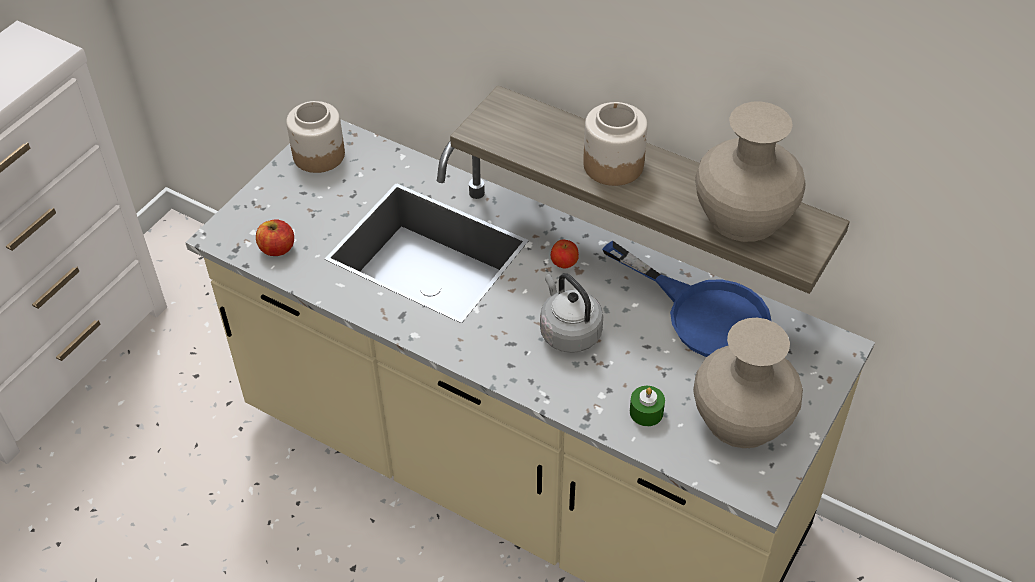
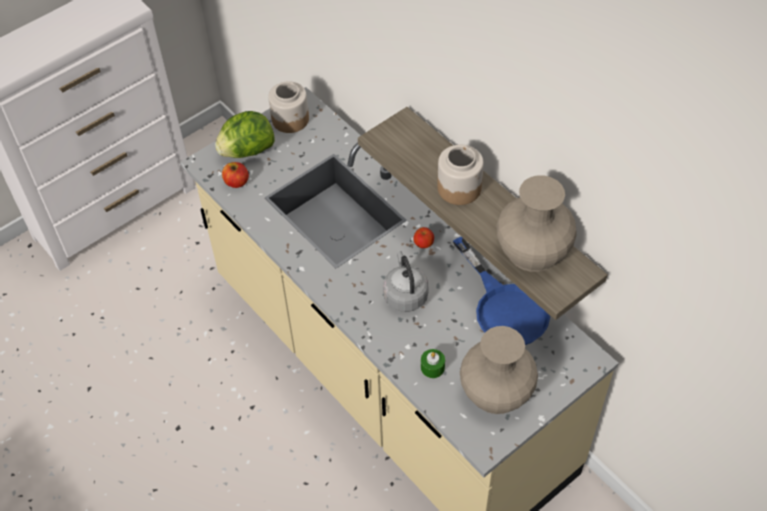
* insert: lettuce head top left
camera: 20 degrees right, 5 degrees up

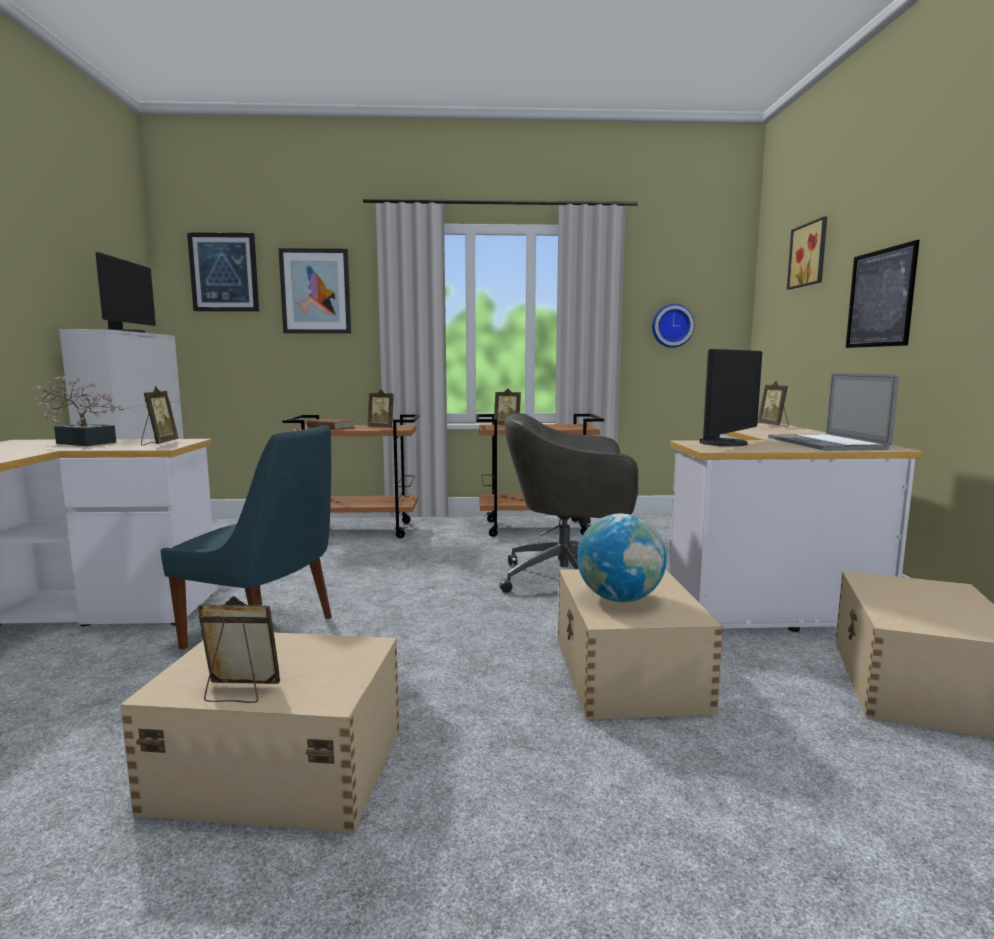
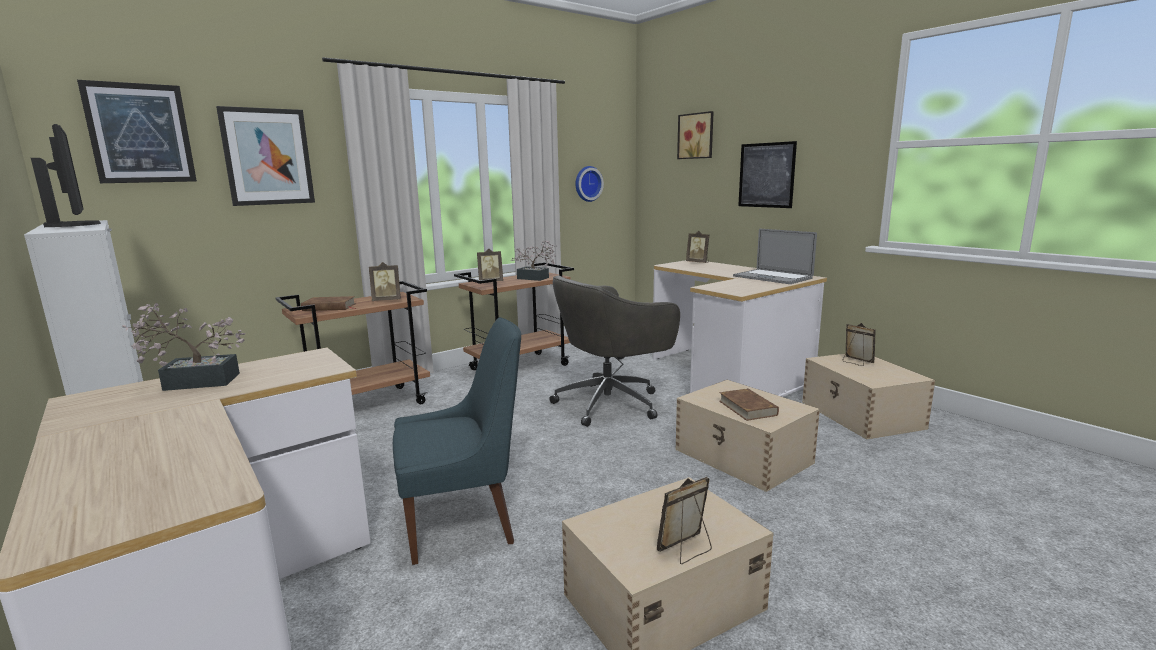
* move: photo frame (1st from left in the first image) middle left to photo frame (5th from left) middle right
* replace: world globe centre to bound book (brownish) (2nd from left) centre
* delete: computer screen (2nd from left) middle right
* insert: potted plant (2nd from left) centre
camera: 35 degrees left, 5 degrees up

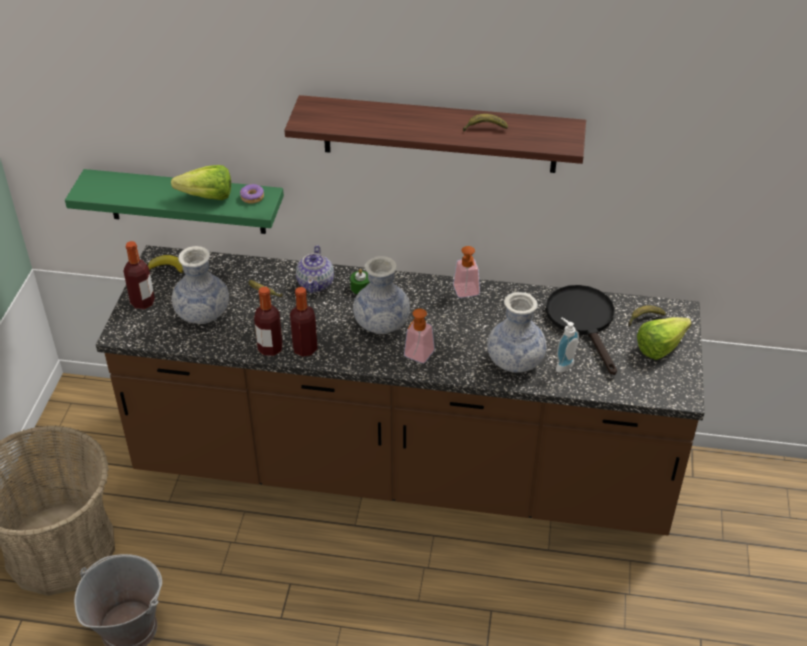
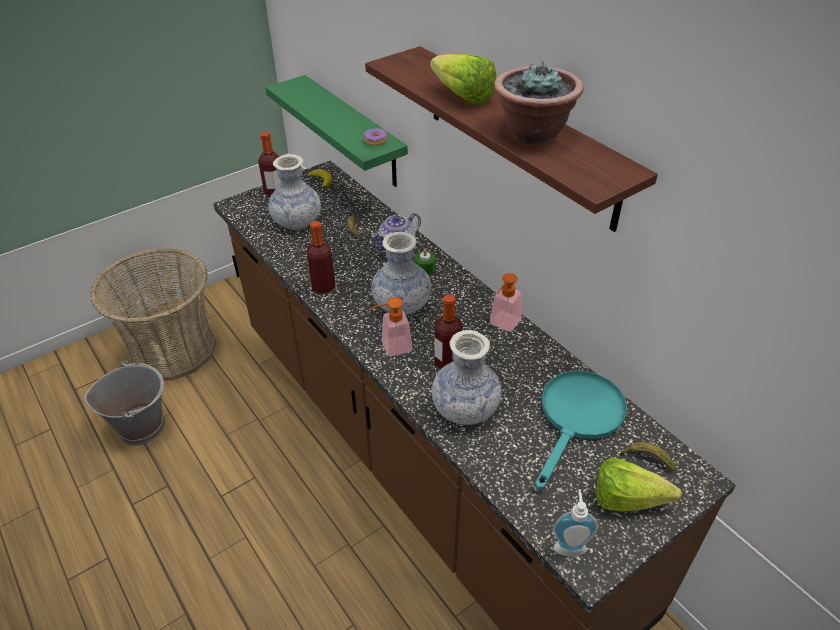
* move: lettuce head (1st from left) top left to top centre
* move: bottle (2nd from left in the first image) middle left to bottle (3rd from left) centre
* replace: banana (3rd from left) top centre to potted plant top centre
* recolor: frying pan (blackish) middle right to frying pan (turquoise) bottom right
* move: liquid soap bottle (3rd from left) middle right to bottom right
camera: 45 degrees right, 0 degrees up

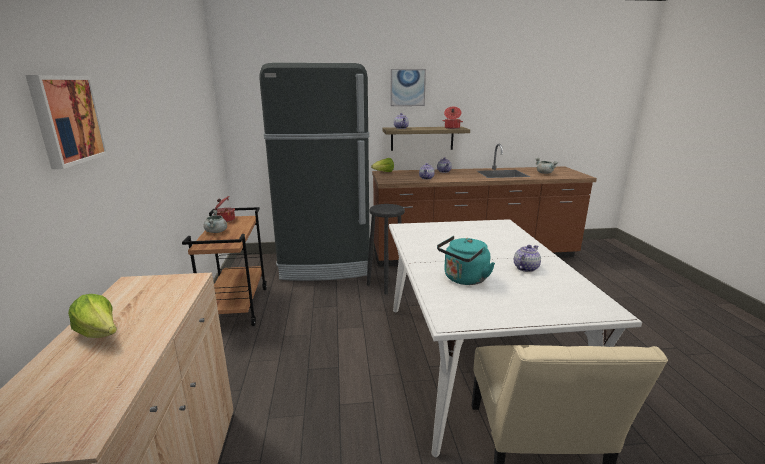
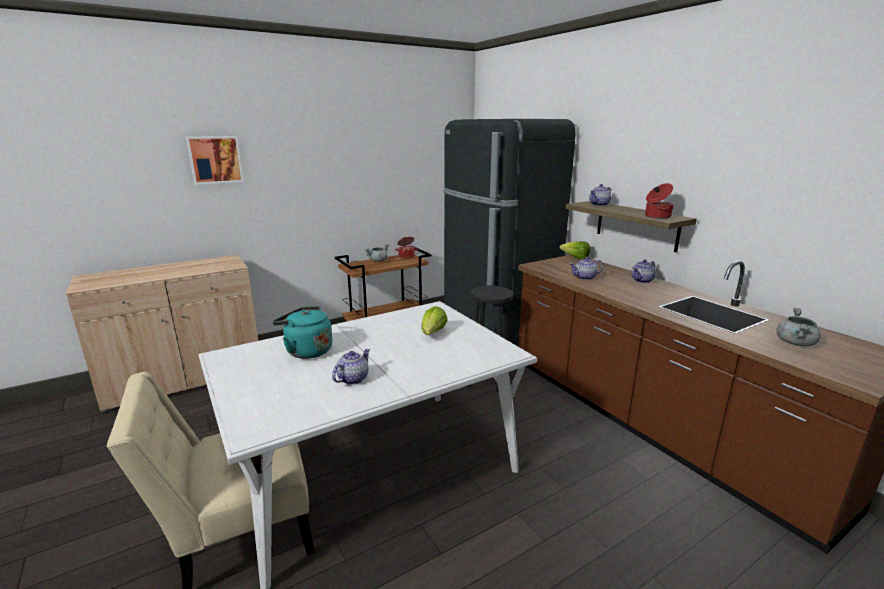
* move: lettuce head (1st from left) bottom left to centre
* delete: wall art (2nd from left) top centre
* rotate: teapot (4th from left in the first image) middle right = centre 75 degrees counterclockwise
camera: 65 degrees right, 0 degrees up

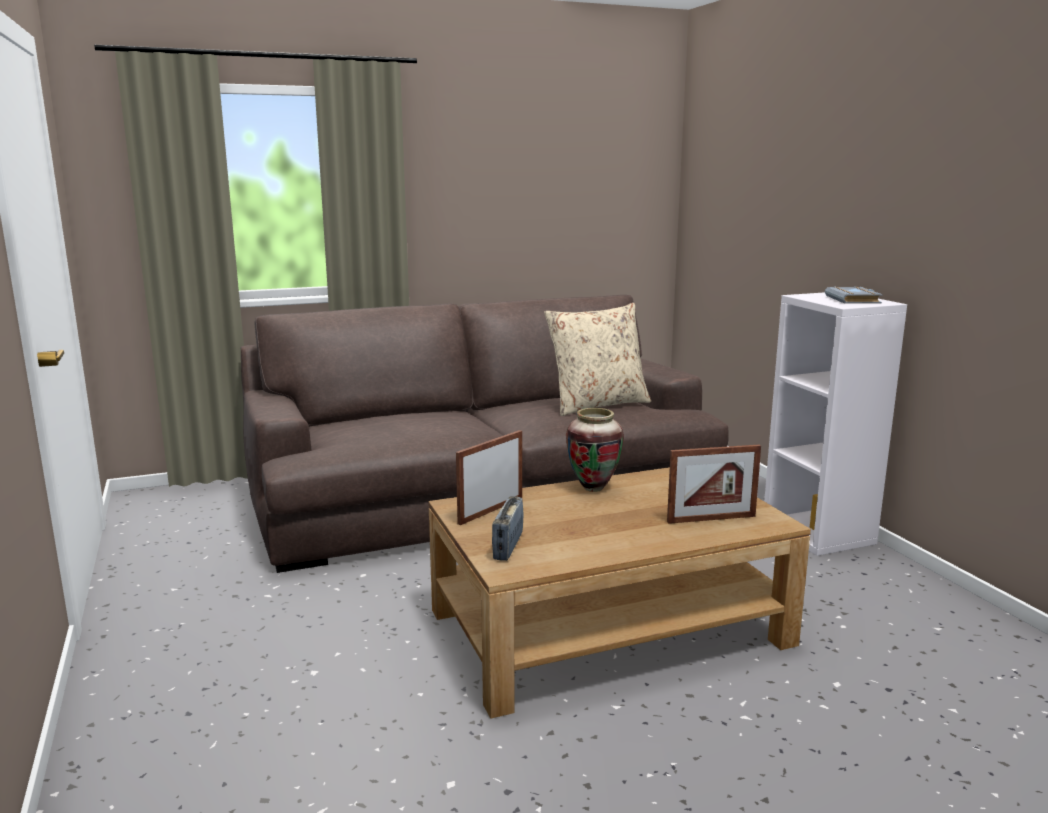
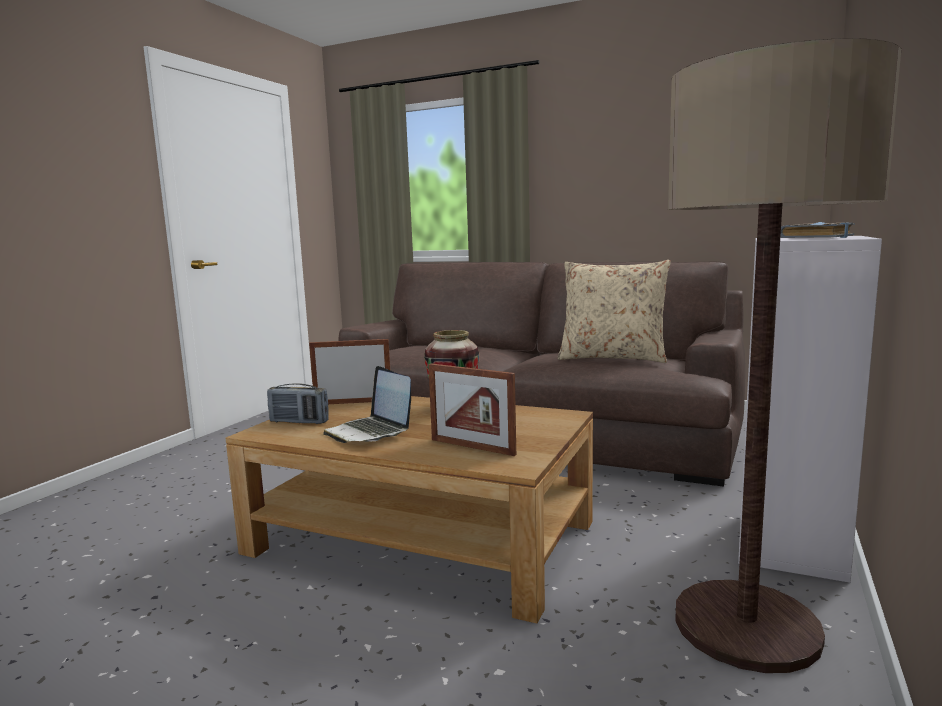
* rotate: radio set centre = middle left 135 degrees counterclockwise
* insert: portable computer centre
* insert: standard lamp middle right
camera: 45 degrees right, 5 degrees down

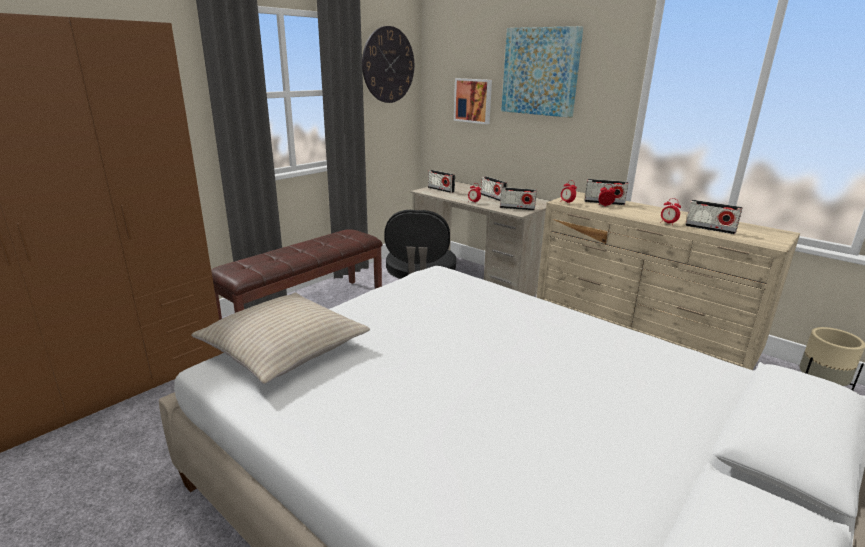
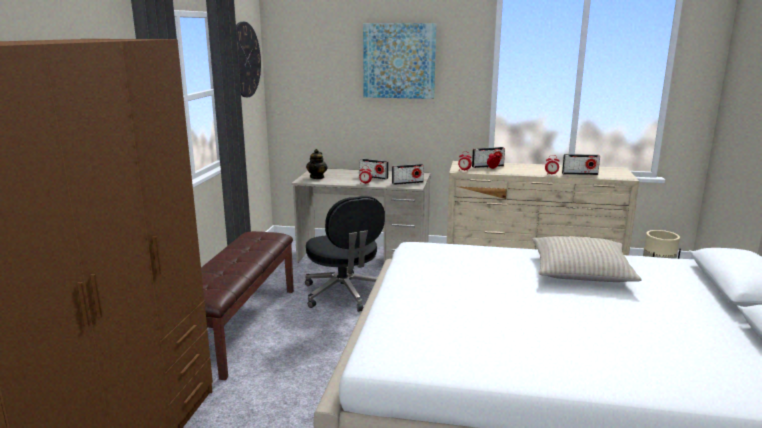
* move: cushion (beige-coloured) middle left to middle right
* replace: radio set (1st from left) top centre to teapot centre
* delete: wall art (1st from left) top centre
camera: 30 degrees left, 5 degrees down

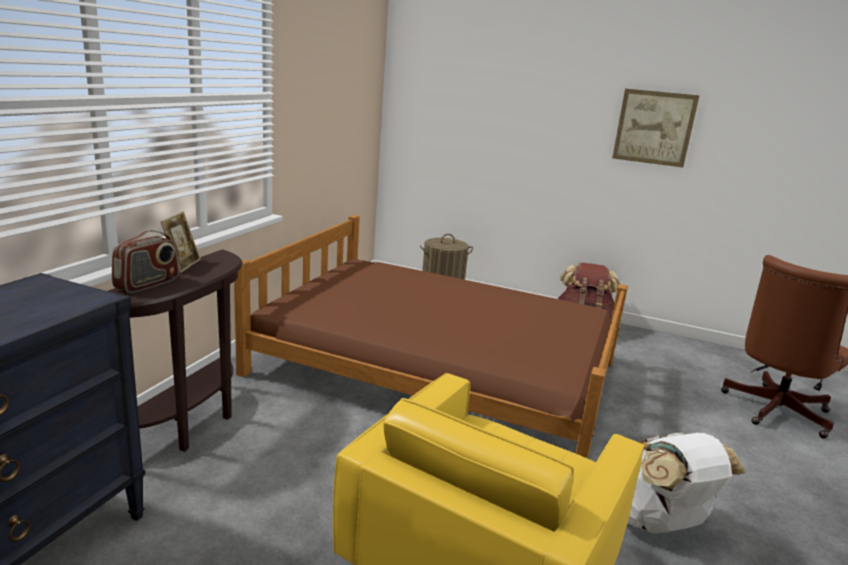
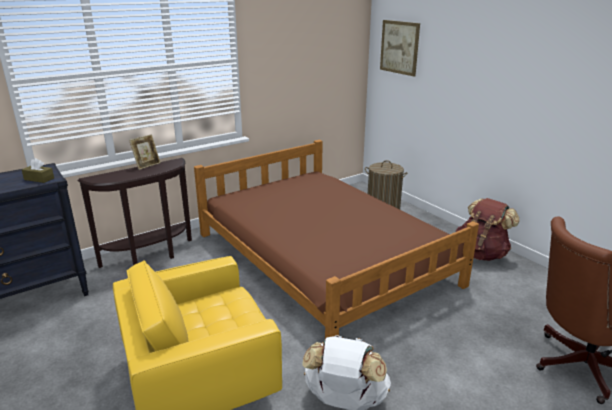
* delete: radio set middle left
* move: wall art top right to top centre
* insert: box of tissues (brownish) middle left
camera: 35 degrees right, 5 degrees up

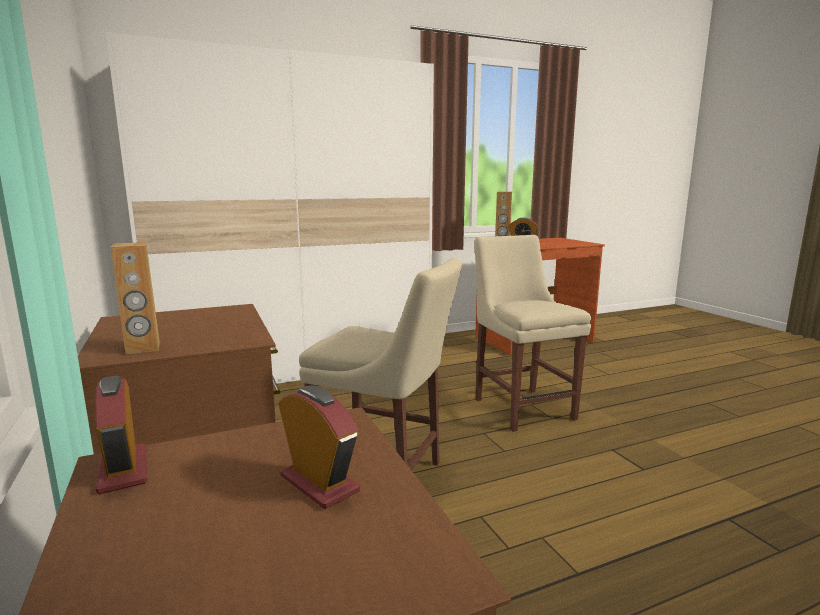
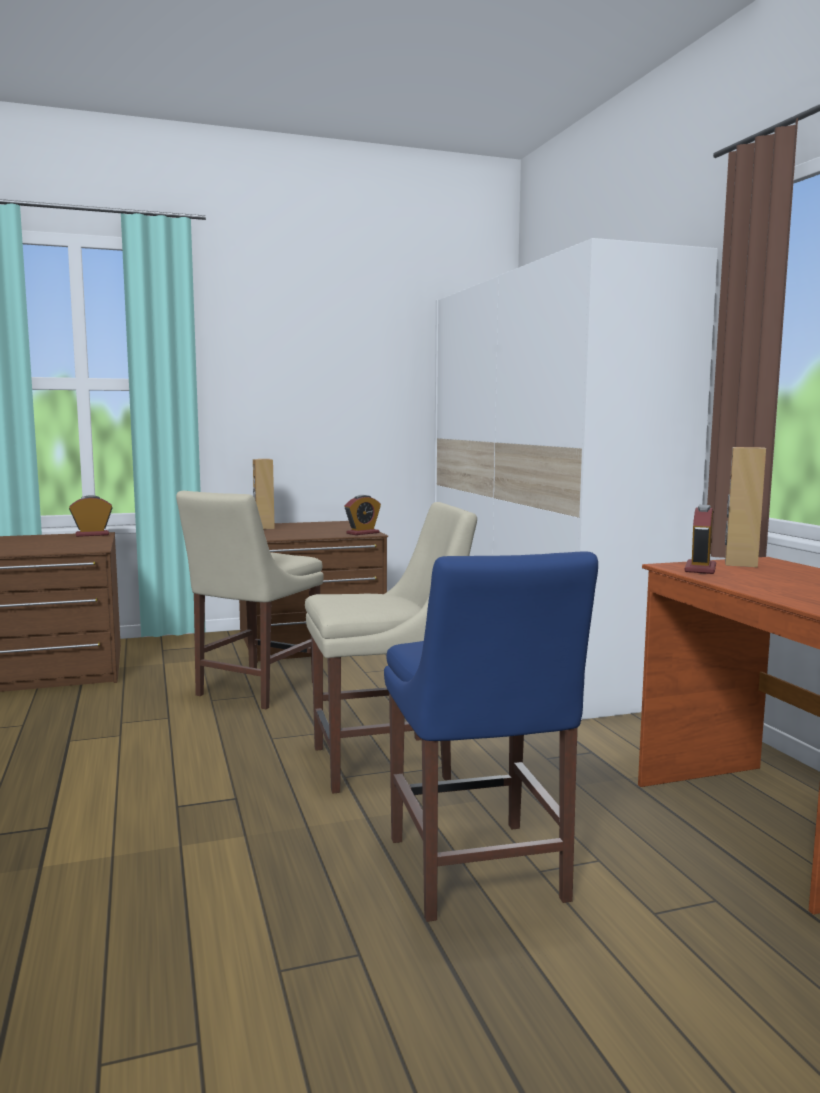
* move: table clock (2nd from left) bottom centre to centre
* insert: plain chair (bluish) bottom centre
camera: 95 degrees right, 5 degrees down

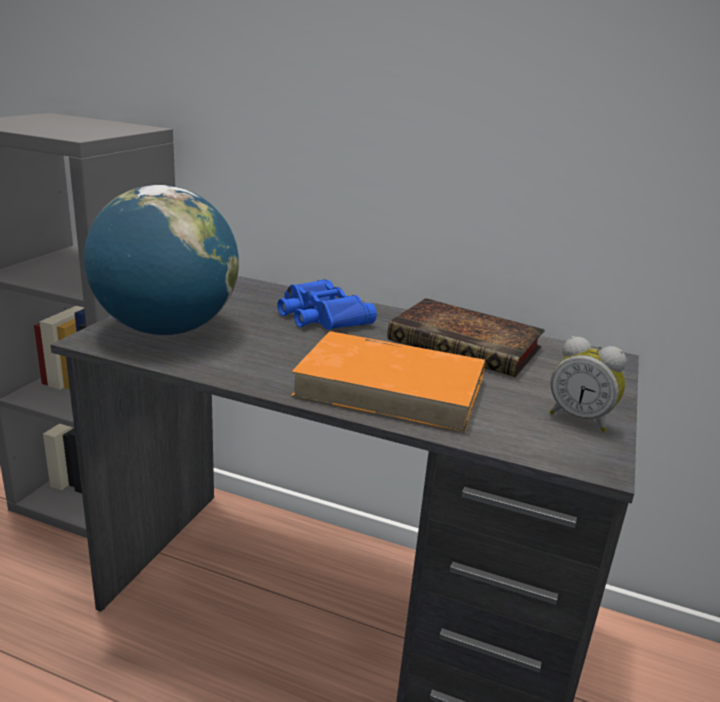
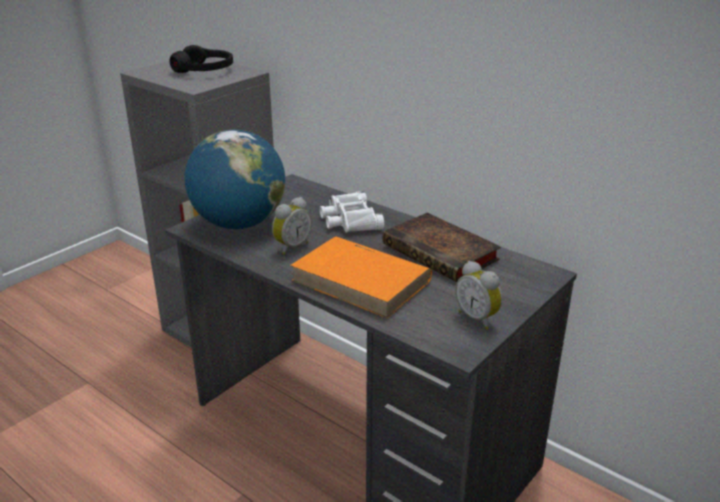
* recolor: binoculars (bluish) centre to binoculars (white-coloured) centre
* insert: pair of headphones (blackish) top left
* insert: table clock (1st from left) centre
camera: 20 degrees right, 5 degrees up

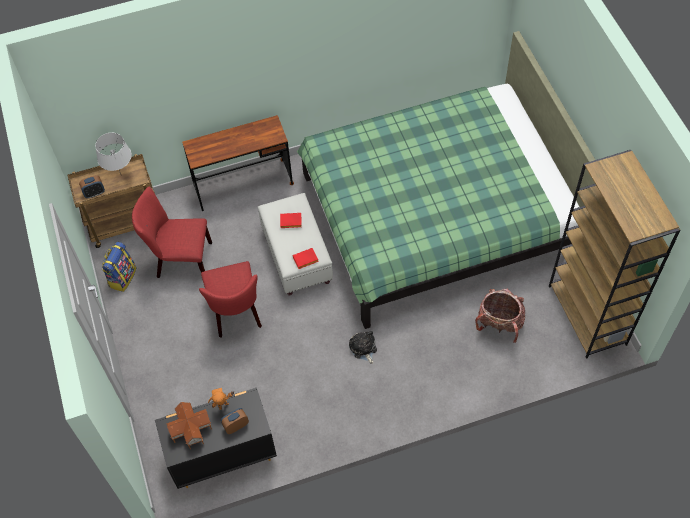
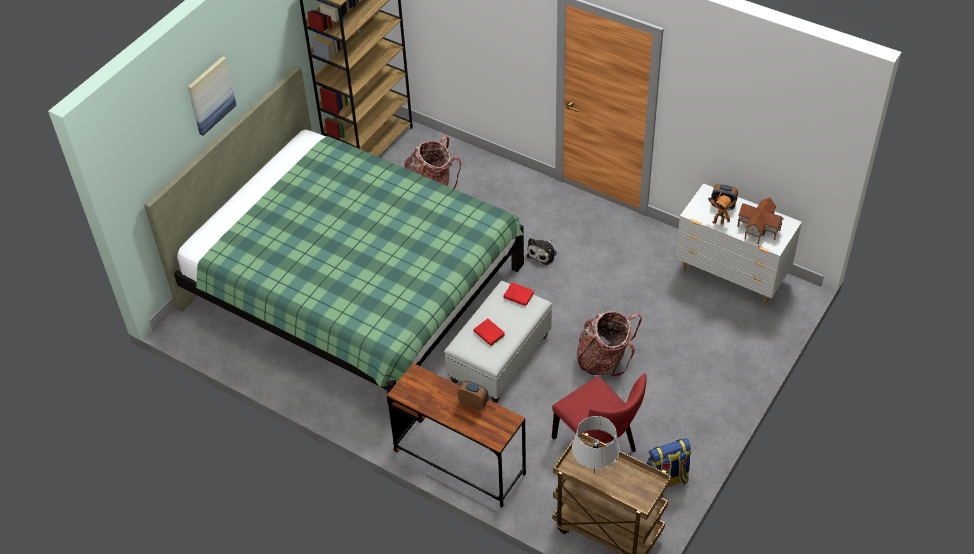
* move: table clock (1st from left) middle left to bottom centre
* recolor: dresser (blackish) bottom left to dresser (white-coloured) middle right
* replace: plain chair (red-coloured) (2nd from left) centre to knapsack (2nd from left) centre
* insert: wall art top left
camera: 130 degrees left, 10 degrees down

